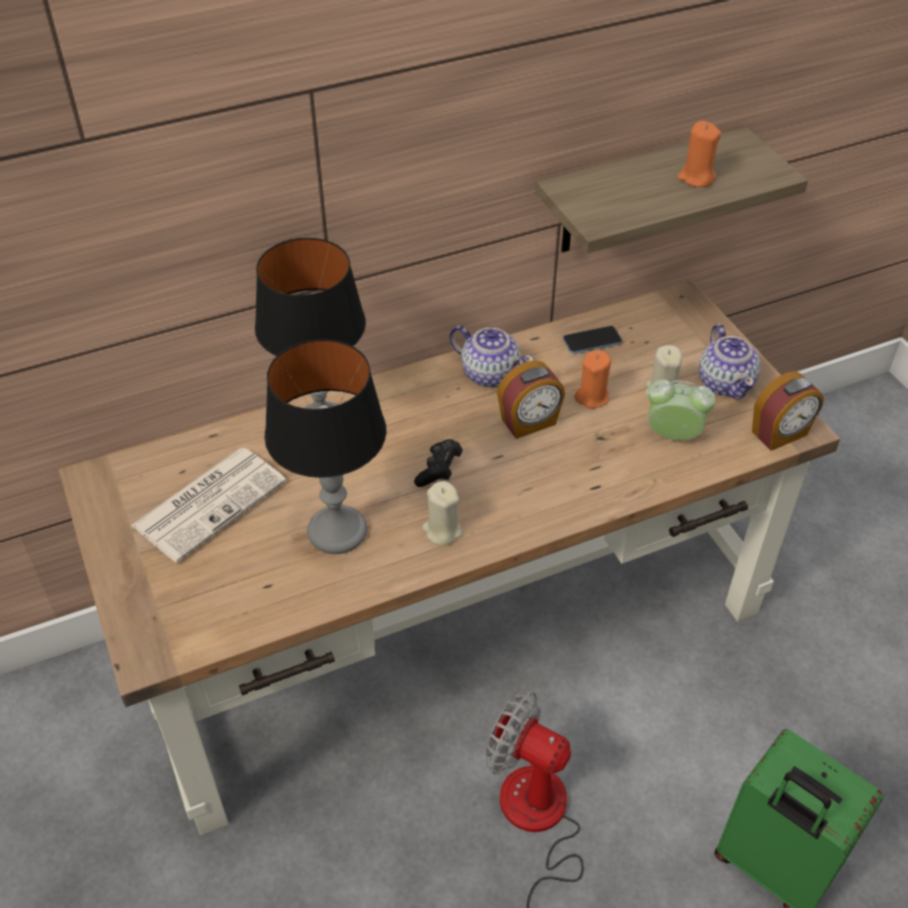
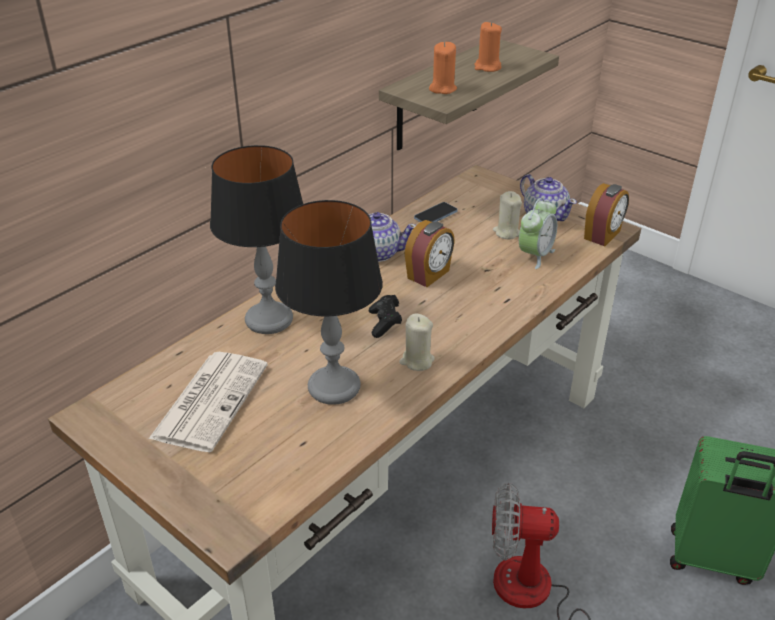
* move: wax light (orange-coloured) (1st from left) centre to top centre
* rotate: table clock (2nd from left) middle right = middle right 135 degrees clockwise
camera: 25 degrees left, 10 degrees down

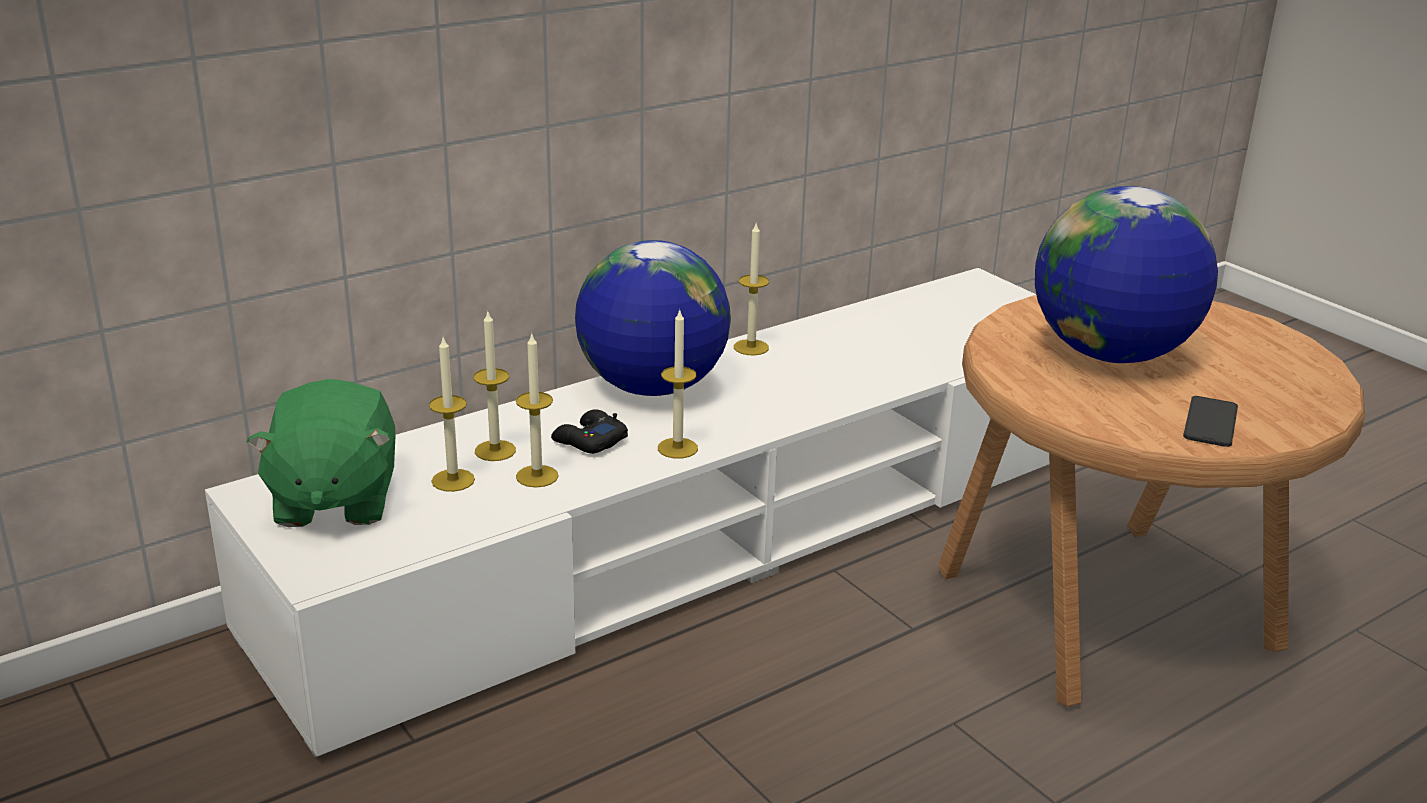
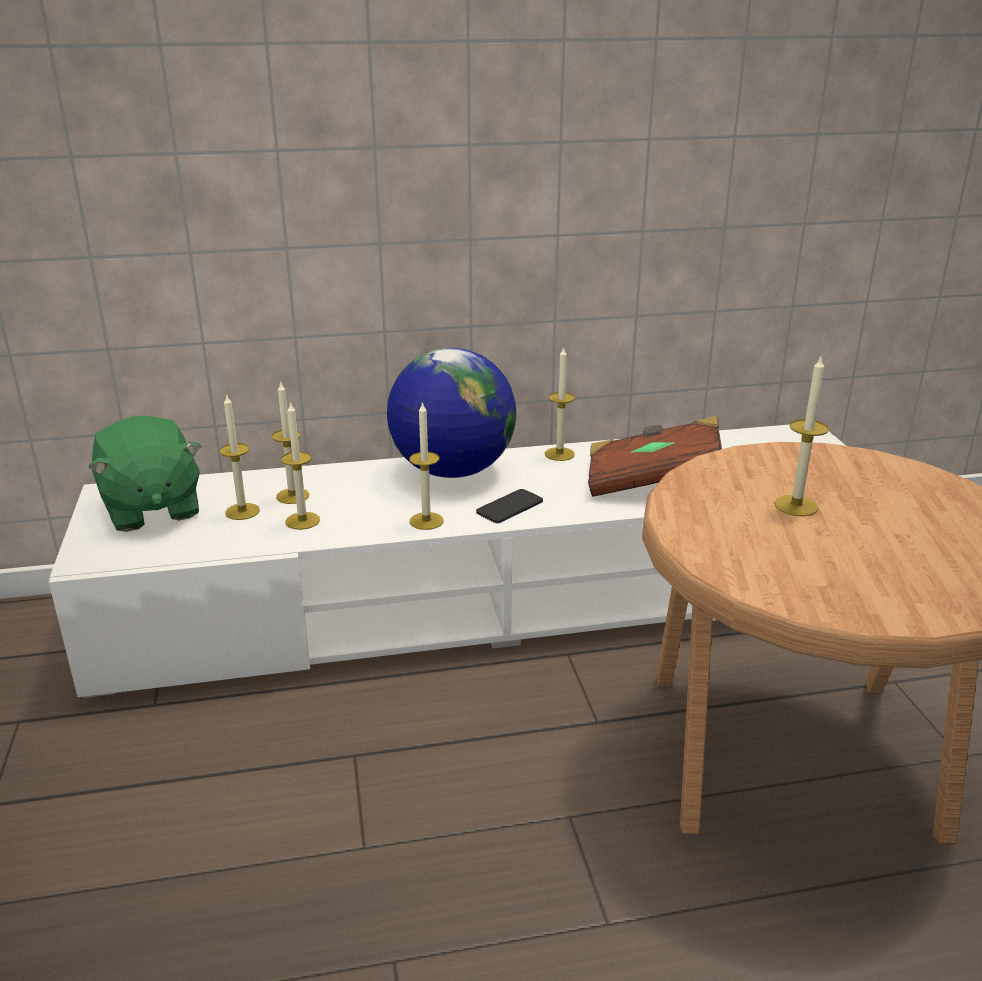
* rotate: plush toy (greenish) middle left = middle left 45 degrees counterclockwise
* delete: joypad (blackish) centre
* replace: world globe (2nd from left) middle right to wax light (6th from left) middle right
* move: telephone middle right to centre
* insert: bound book (brownish) middle right
camera: 25 degrees right, 0 degrees up

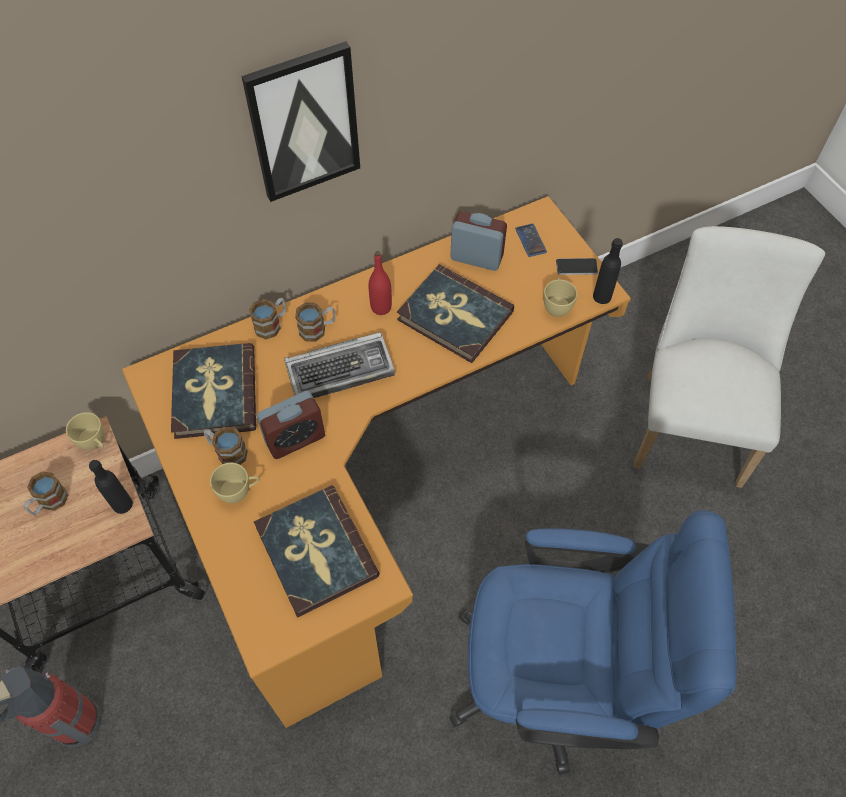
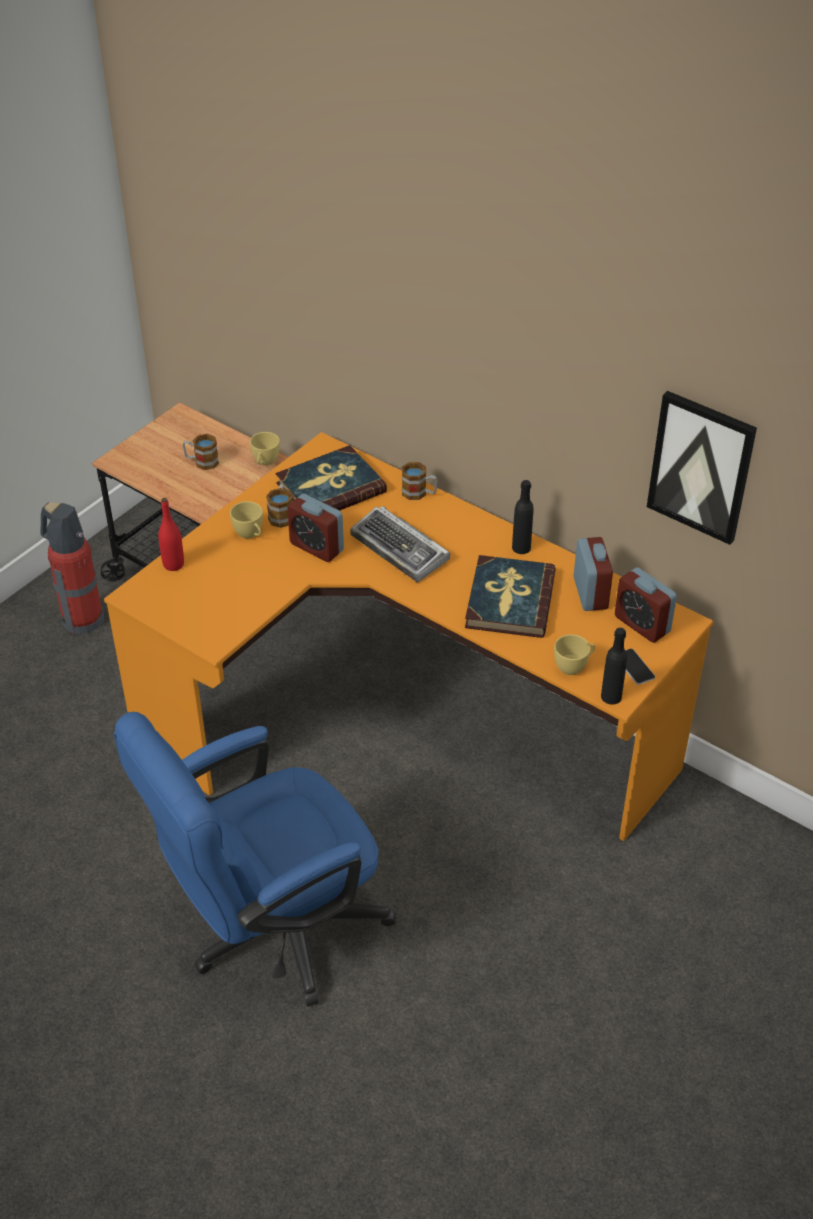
* move: bottle (blackish) (1st from left) middle left to centre
* move: wall art top centre to middle right
* delete: bound book (2nd from left) bottom centre
* delete: tea mug (4th from left) centre
* move: bottle (red-coloured) centre to middle left
* rotate: office chair (bluish) bottom right = bottom left 75 degrees clockwise
* replace: telephone (1st from left) top centre to table clock (3rd from left) middle right
* delete: plain chair (white-coloured) middle right
camera: 65 degrees right, 15 degrees down

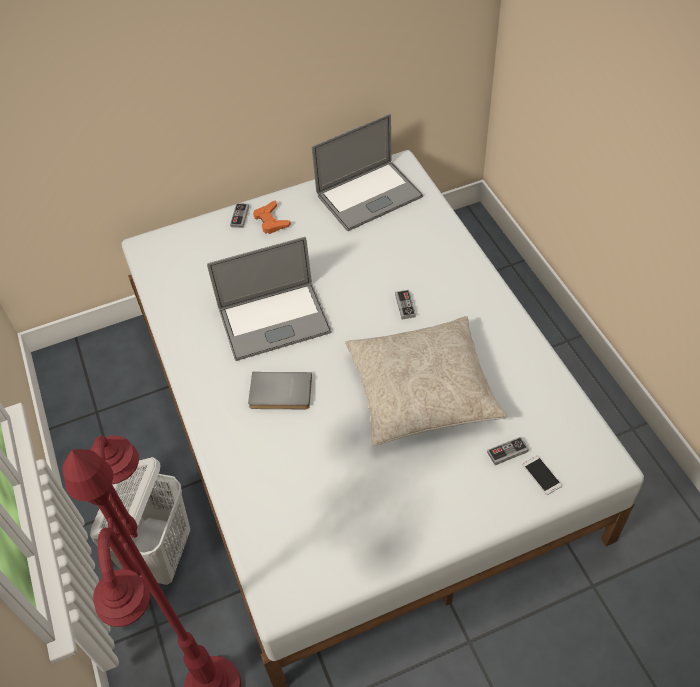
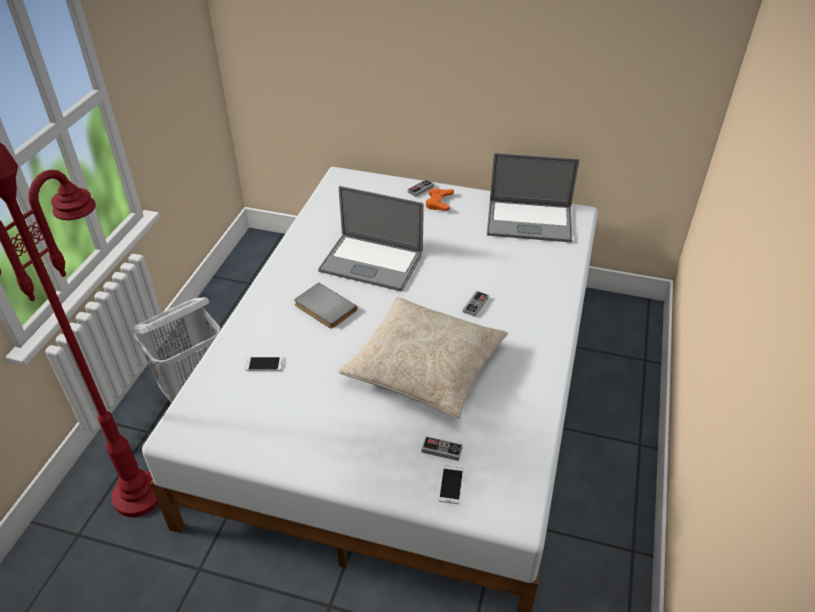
* insert: telephone (1st from left) middle left
camera: 35 degrees right, 10 degrees down

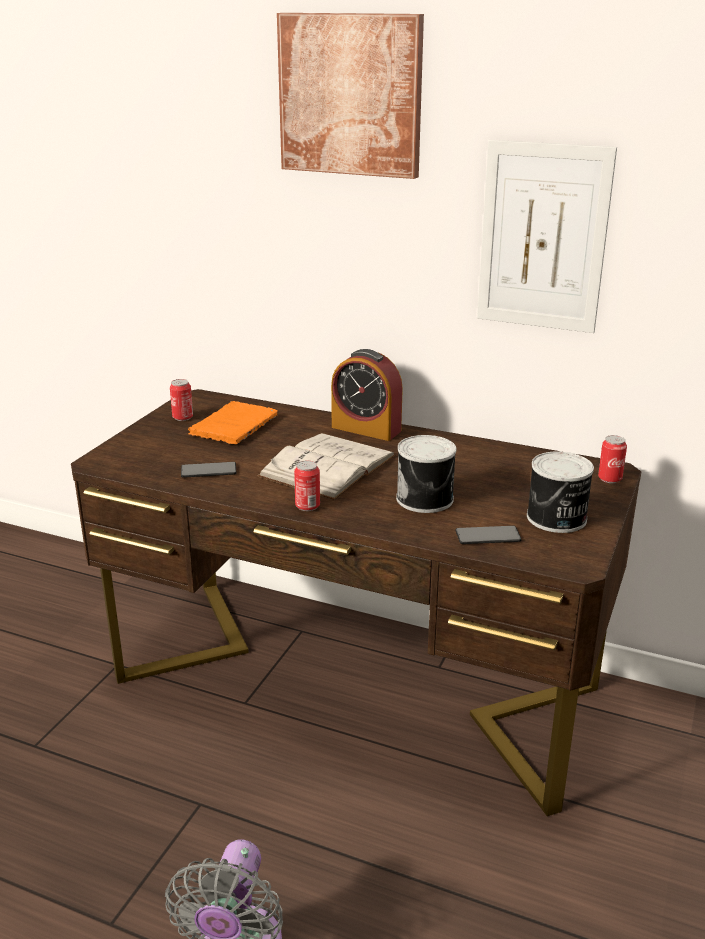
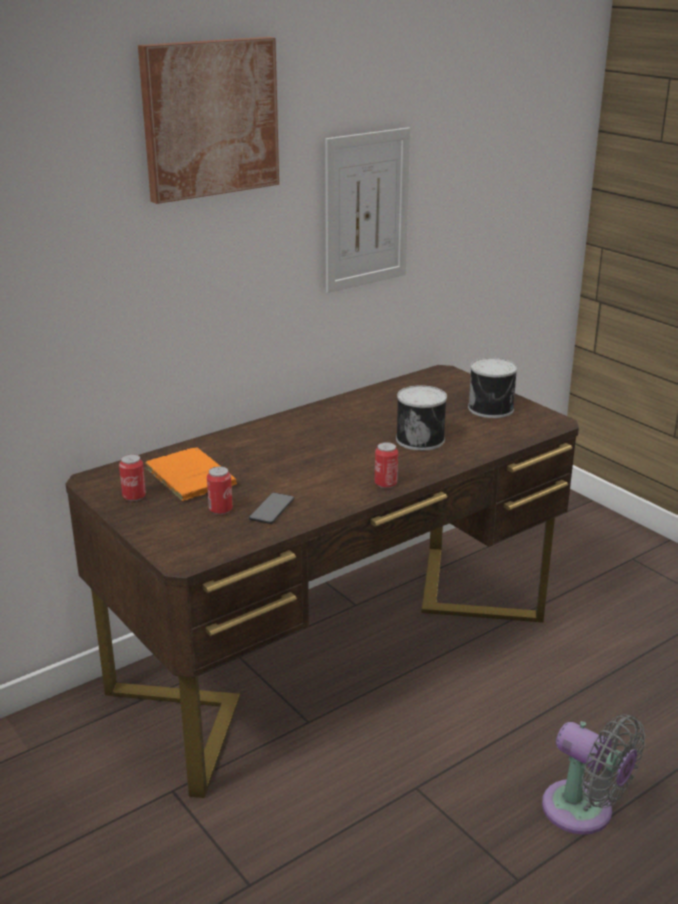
* delete: bound book (white-coloured) centre
* delete: table clock centre
* delete: telephone (2nd from left) middle right
* move: can (5th from left in the first image) middle right to can (2nd from left) middle left
camera: 60 degrees left, 0 degrees up

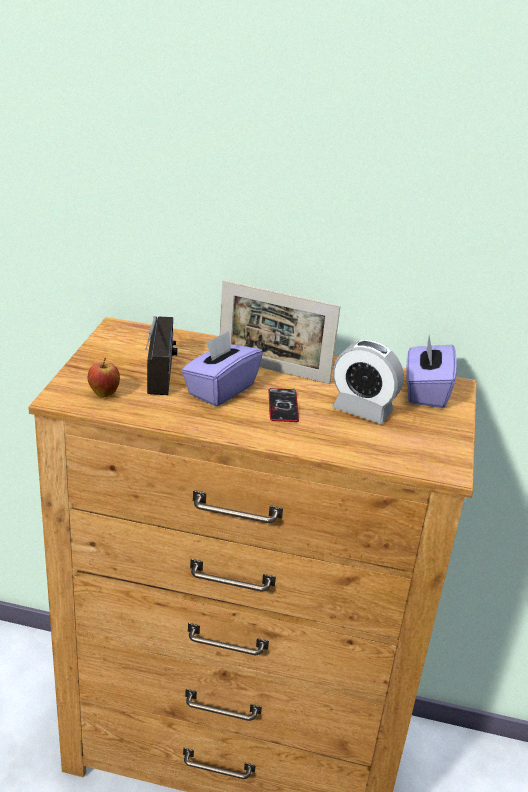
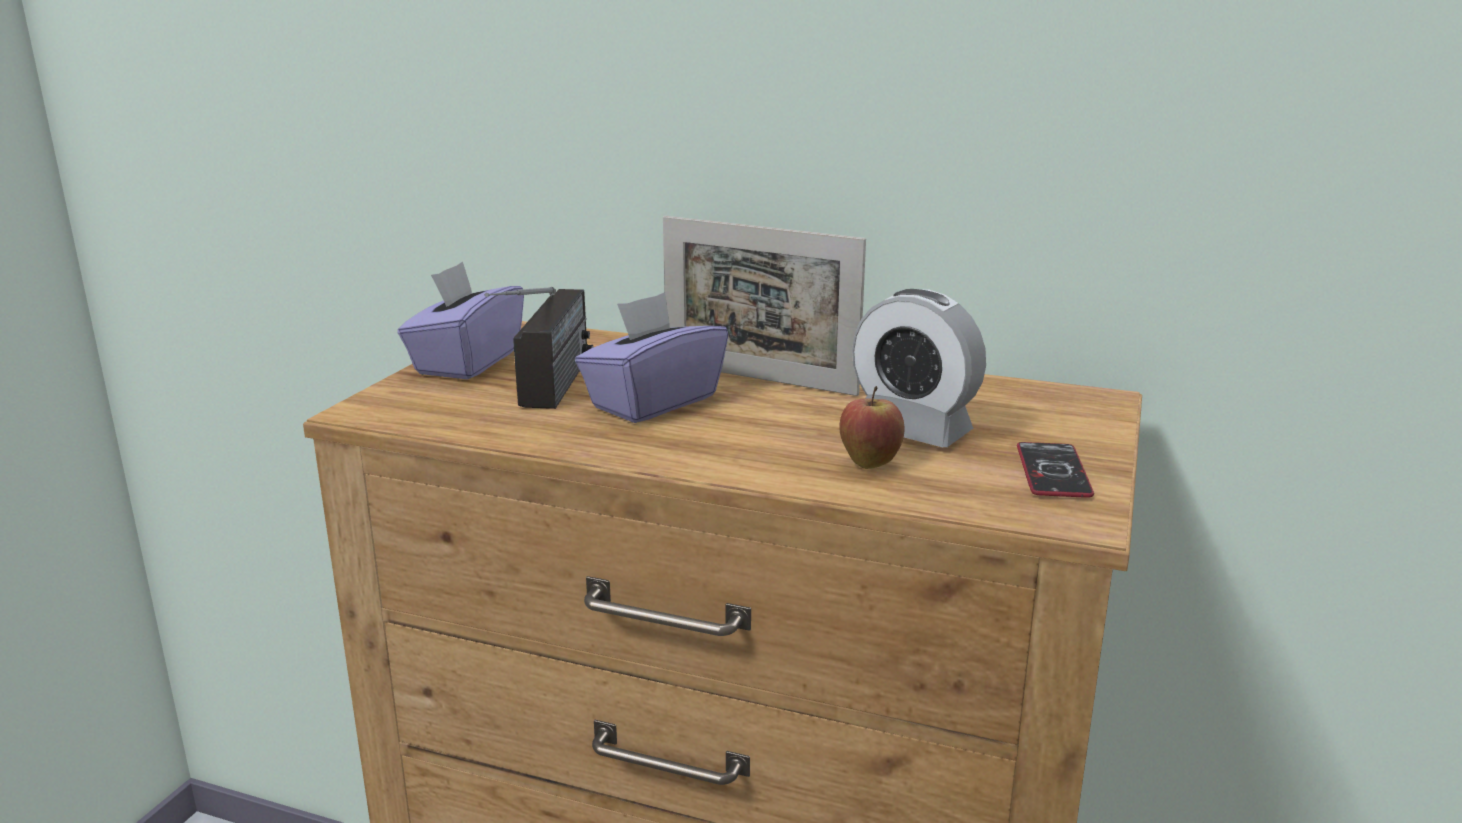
* move: whole apple middle left to centre
* move: telephone centre to middle right
* move: box of tissues (purplish) (2nd from left in the first image) middle right to box of tissues (purplish) (1st from left) middle left
camera: 10 degrees right, 10 degrees down

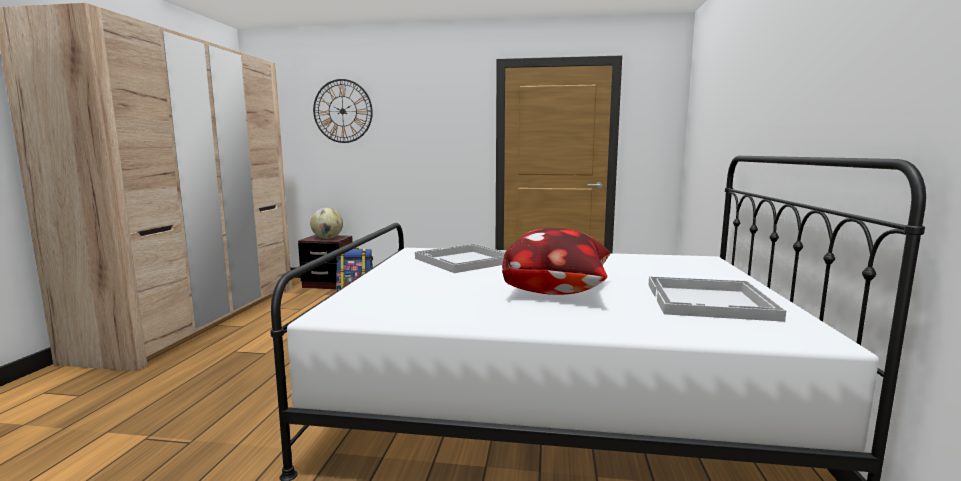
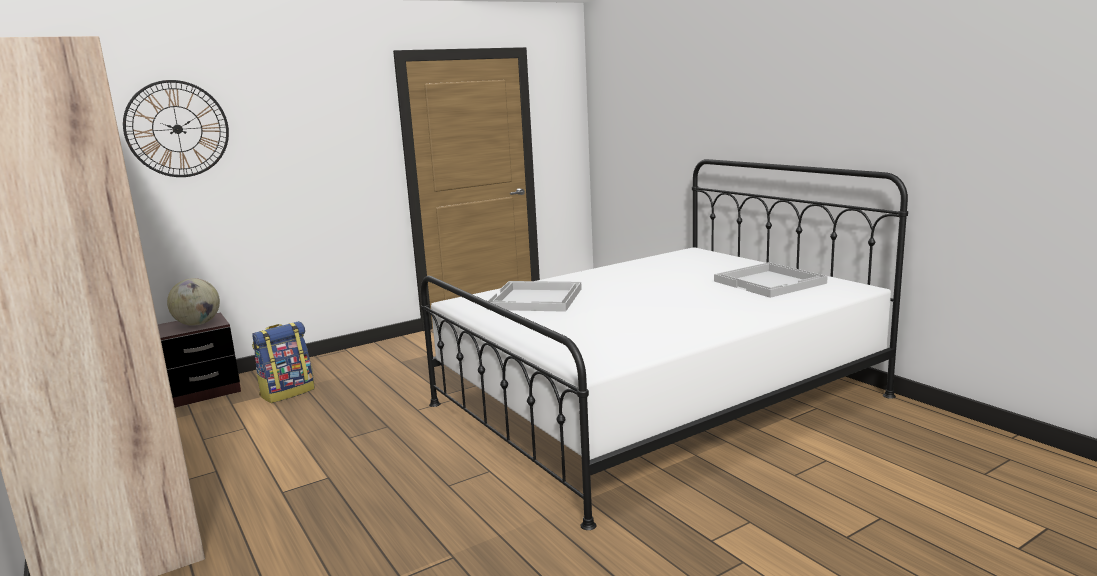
* delete: cushion centre
camera: 40 degrees left, 5 degrees up

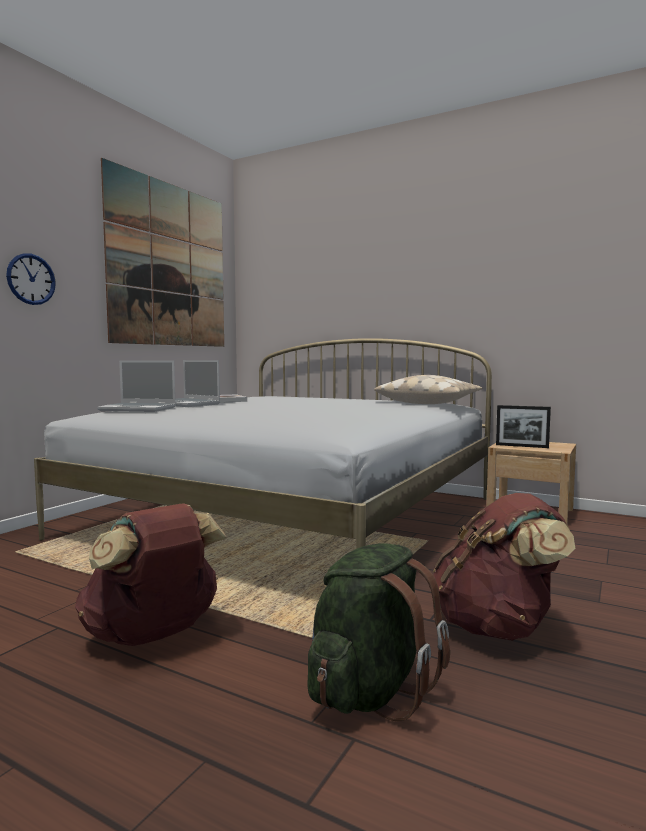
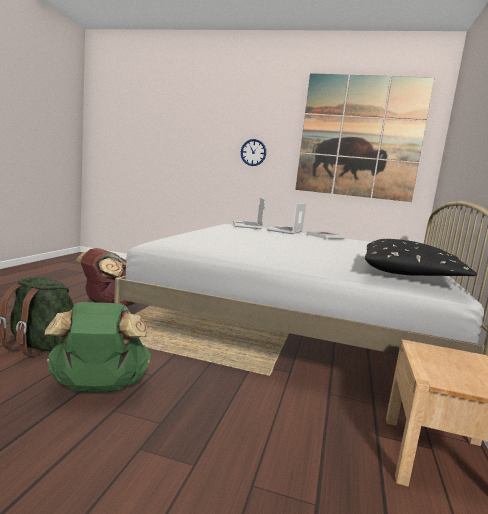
* recolor: cushion (beige-coloured) centre to cushion (blackish) middle right
* recolor: knapsack (brownish) (2nd from left) bottom right to knapsack (greenish) (2nd from left) bottom left
* delete: photo frame middle right
camera: 75 degrees right, 5 degrees up

